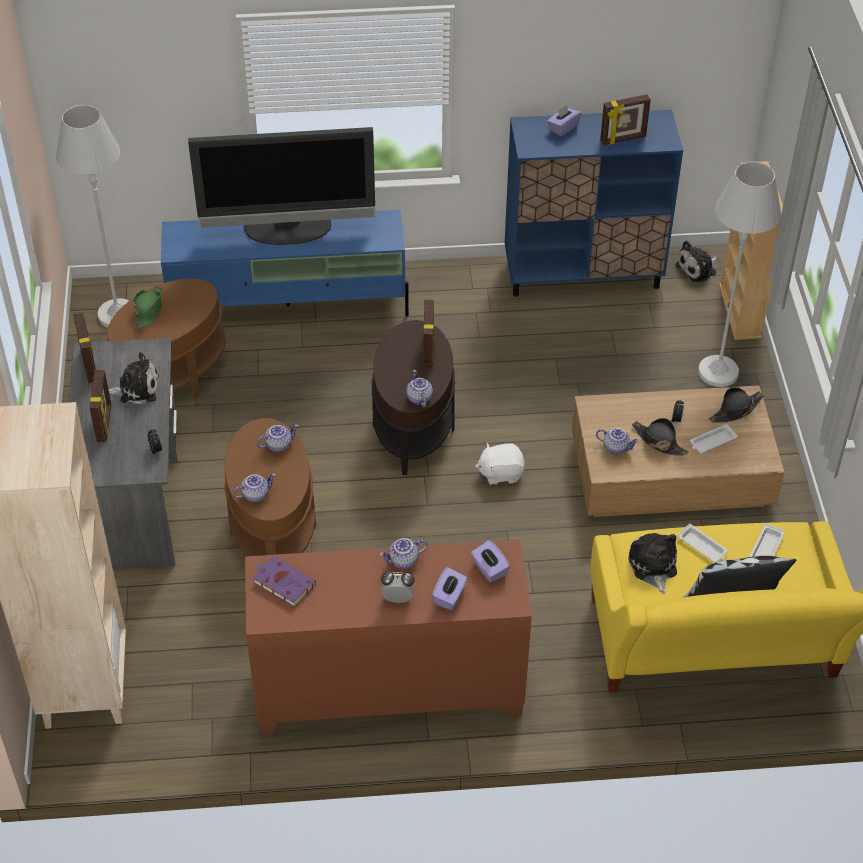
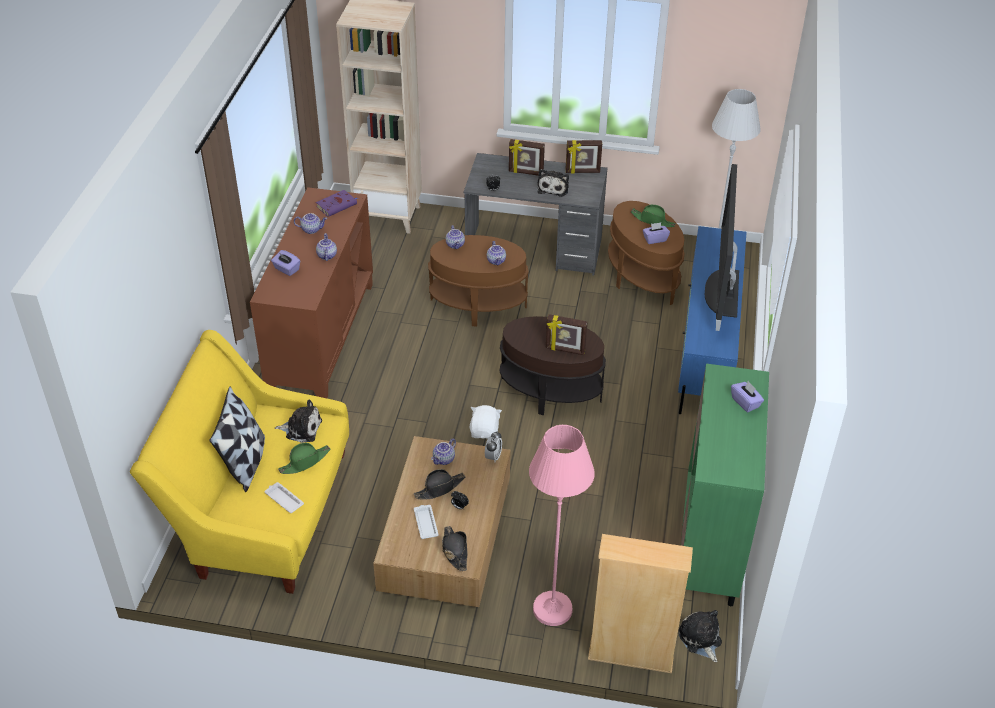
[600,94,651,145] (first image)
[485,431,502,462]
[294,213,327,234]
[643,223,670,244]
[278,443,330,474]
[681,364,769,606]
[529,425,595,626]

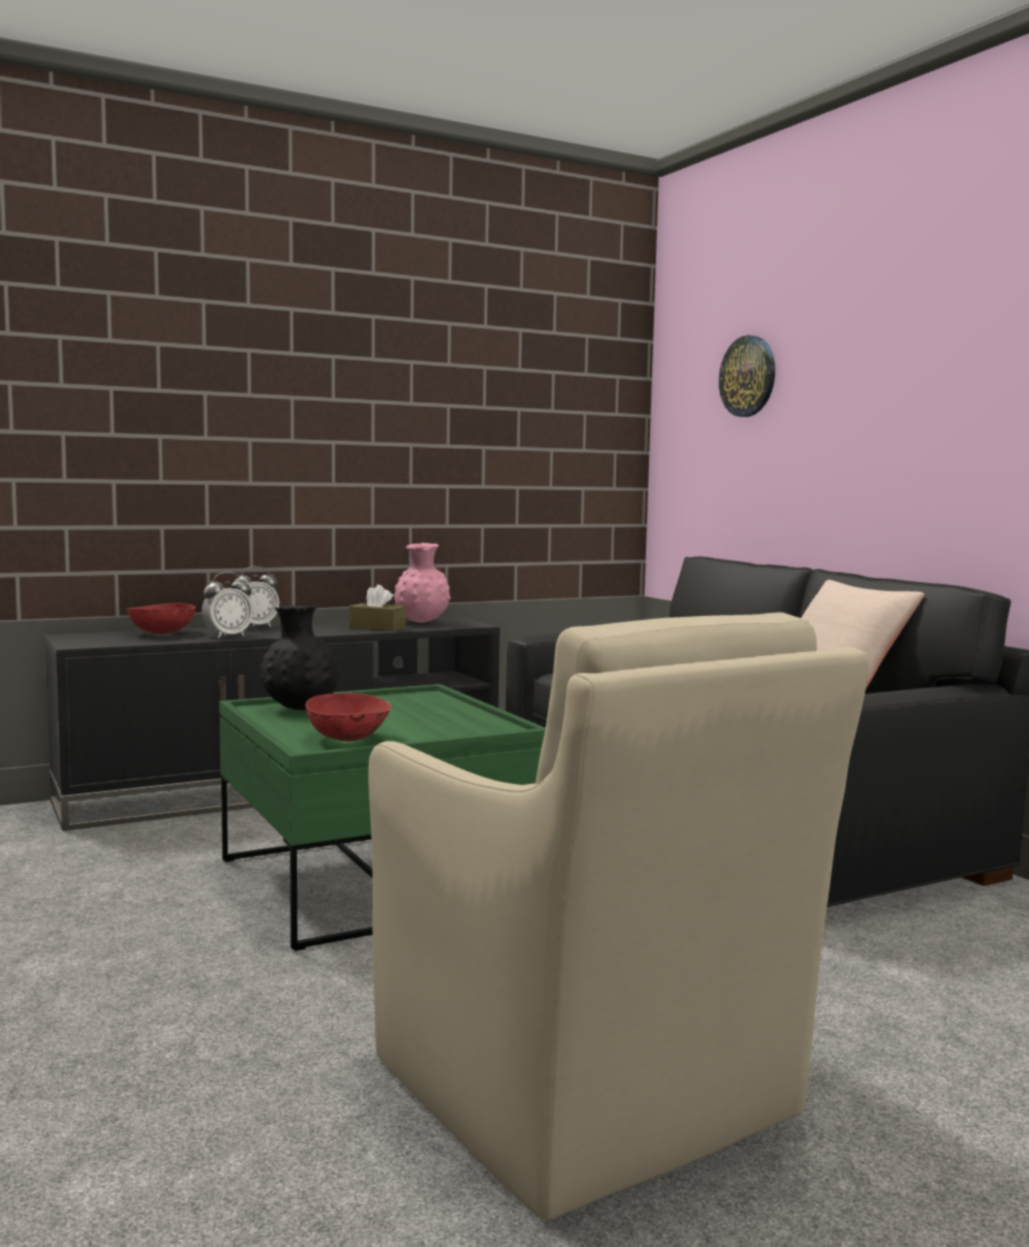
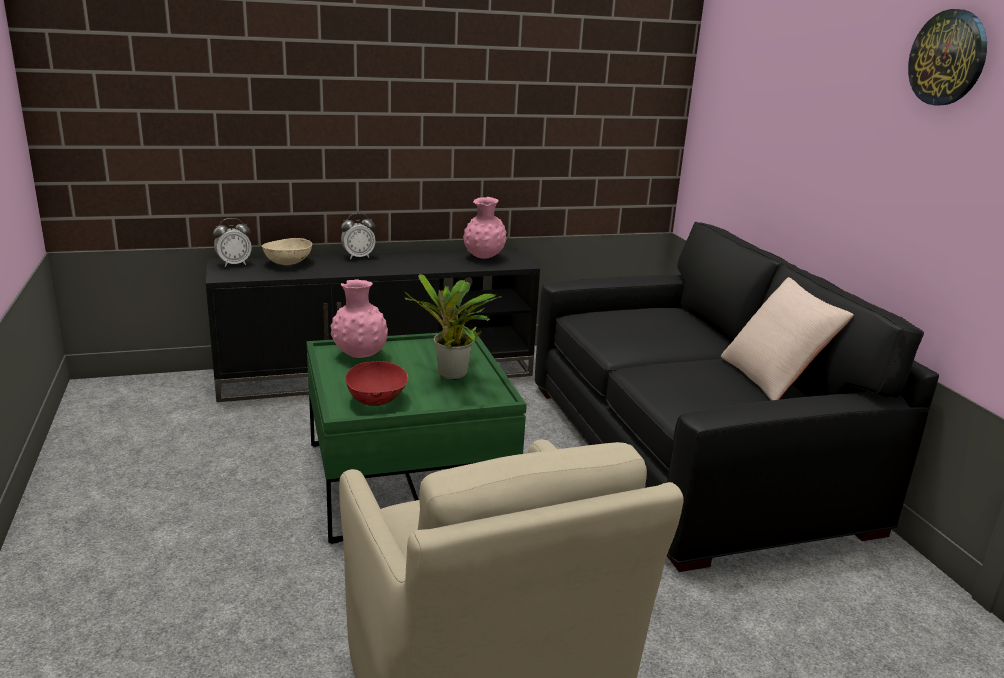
[349,585,406,631] (first image)
[404,274,502,380]
[213,218,252,267]
[908,9,987,105]
[262,238,312,265]
[330,279,388,358]

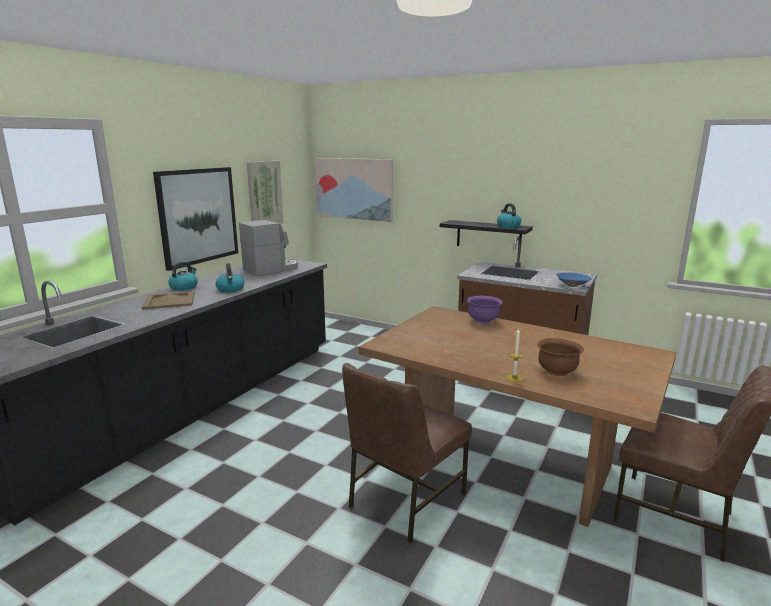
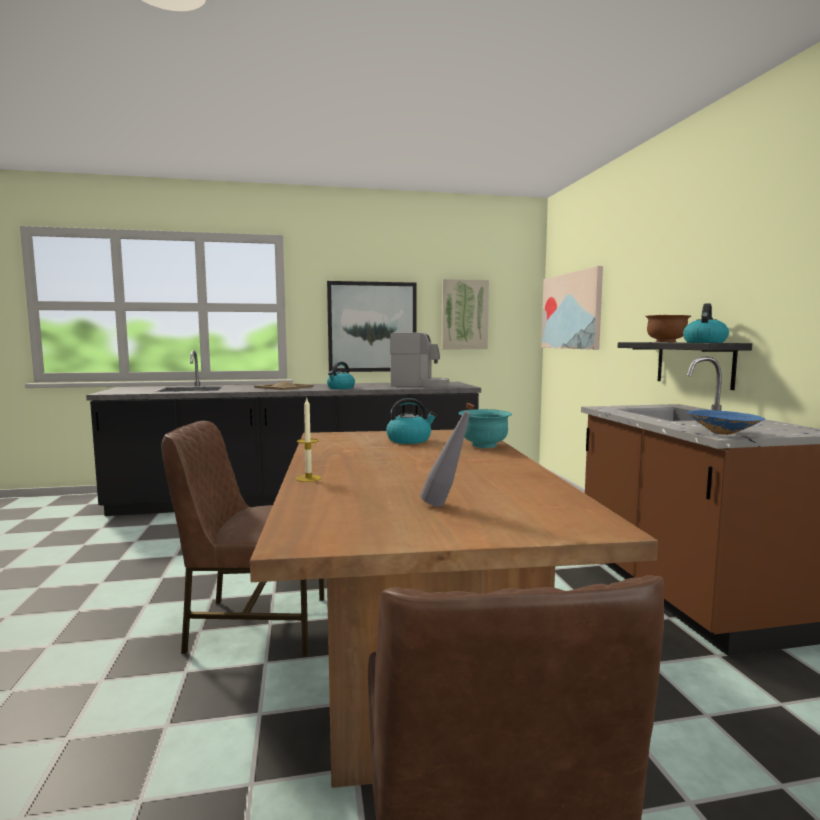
[420,403,474,507]
[386,398,437,444]
[645,315,691,342]
[459,409,512,448]

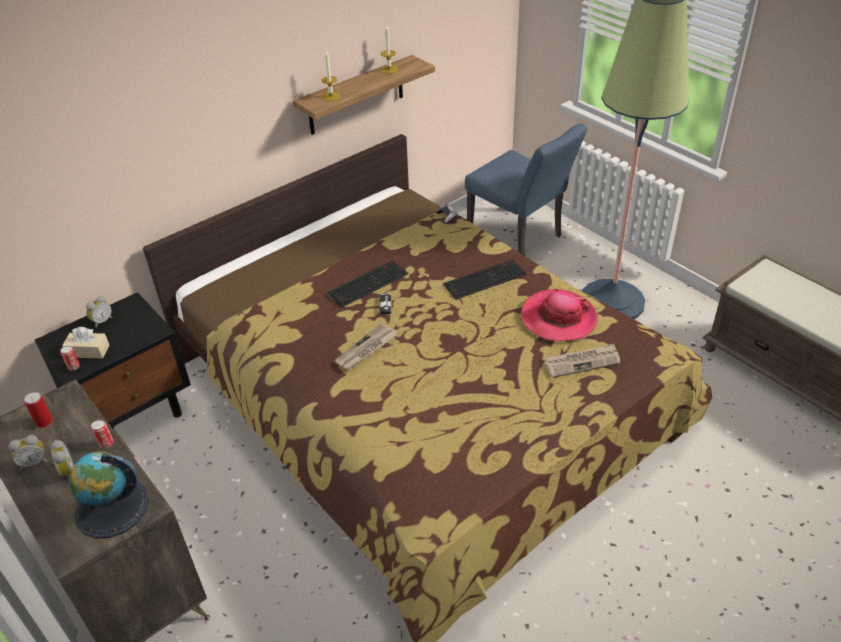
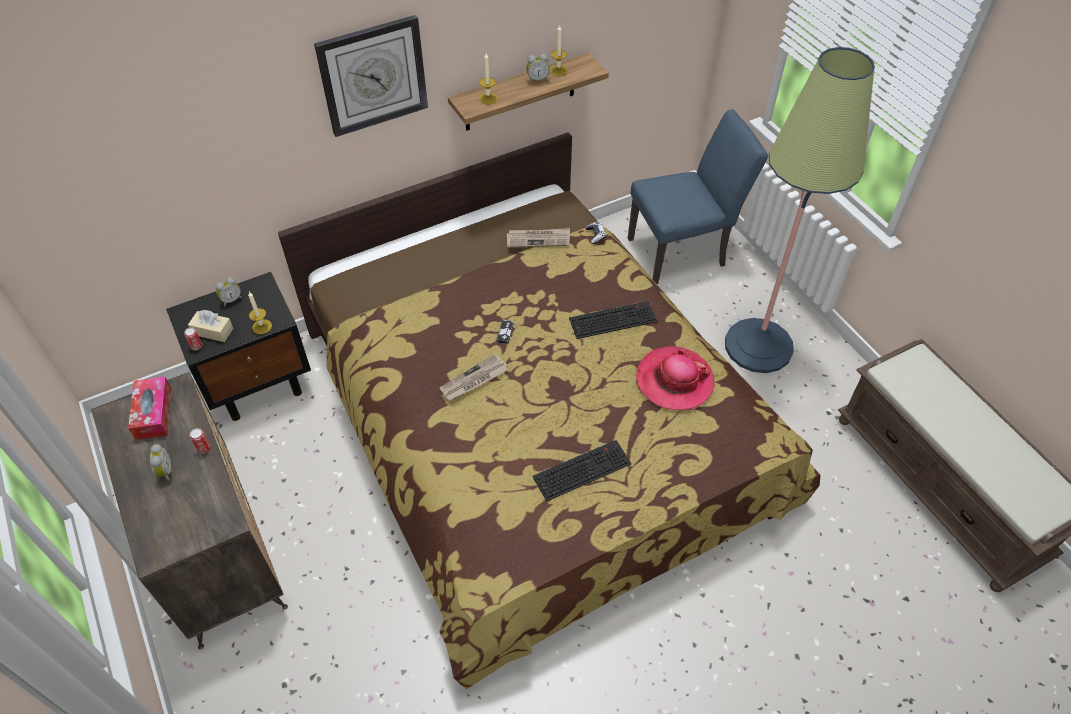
[69,451,149,538] (first image)
[248,292,272,334]
[314,15,428,137]
[526,54,549,83]
[533,440,631,501]
[507,228,570,248]
[128,376,172,440]
[628,109,768,284]

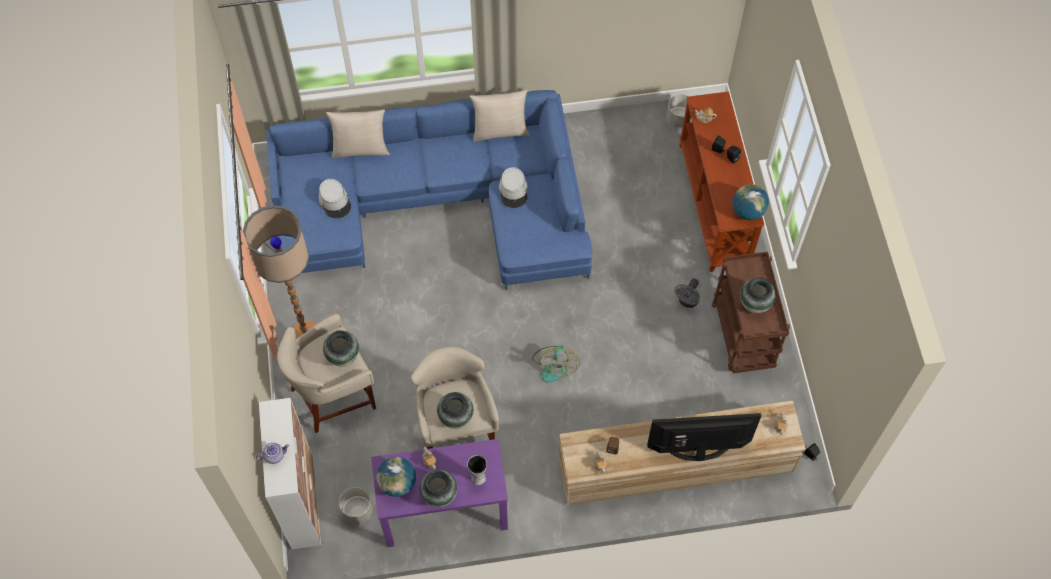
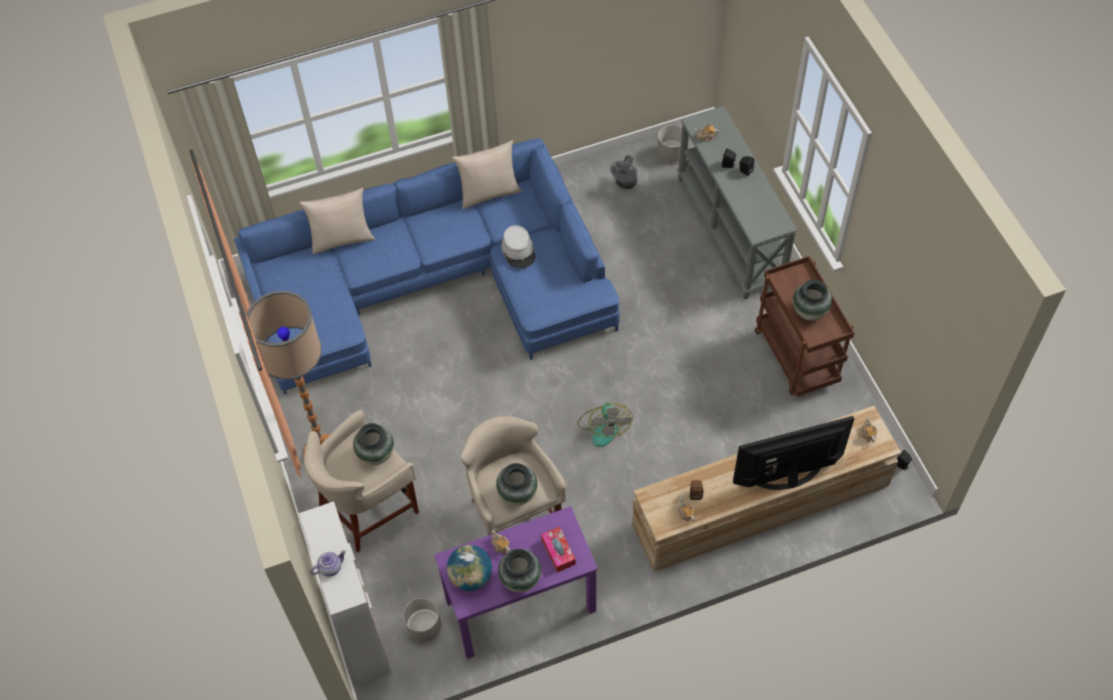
[319,179,351,218] (first image)
[732,184,769,220] (first image)
[610,155,637,189]
[541,527,576,572]
[678,106,798,300]

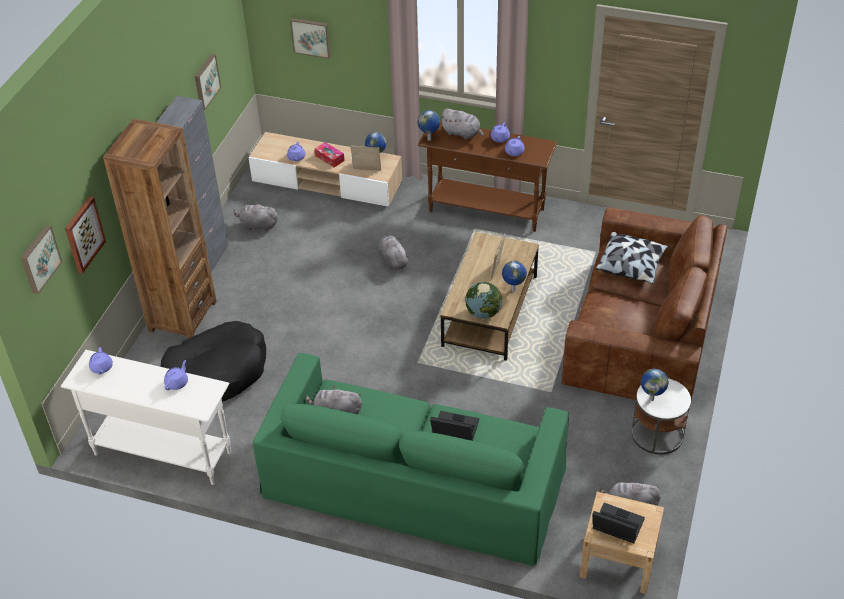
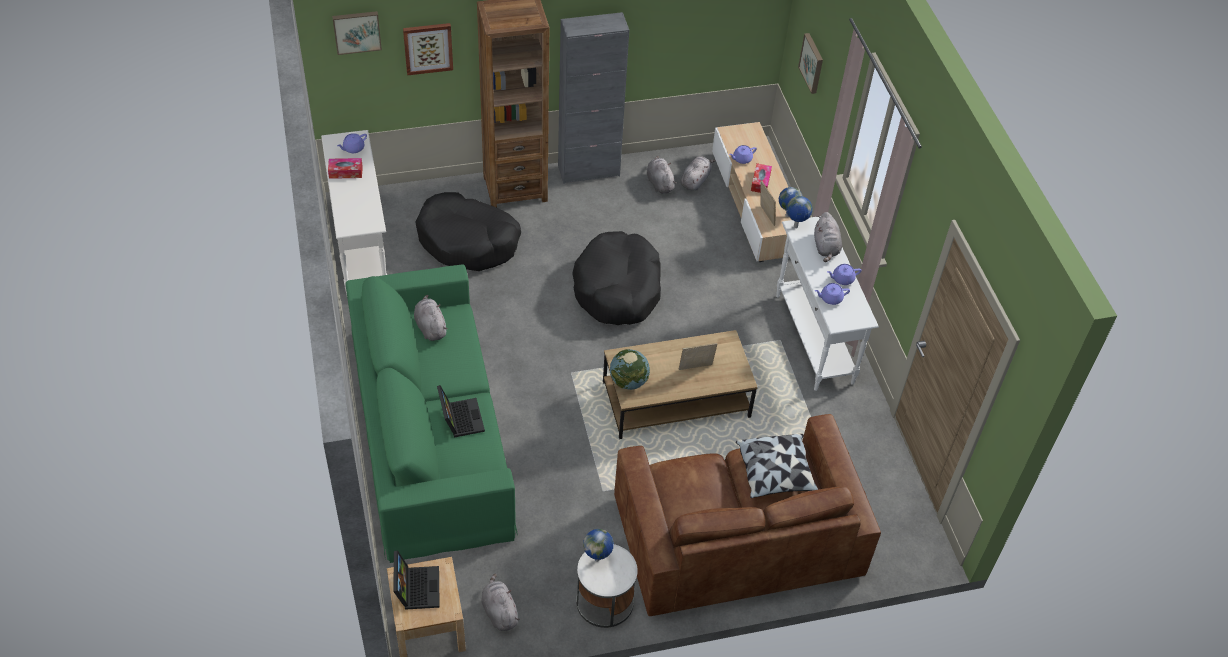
[164,360,188,390] (first image)
[195,54,221,110] (first image)
[502,261,527,292] (first image)
[328,158,363,179]
[572,231,661,325]
[681,156,716,191]
[776,216,879,391]

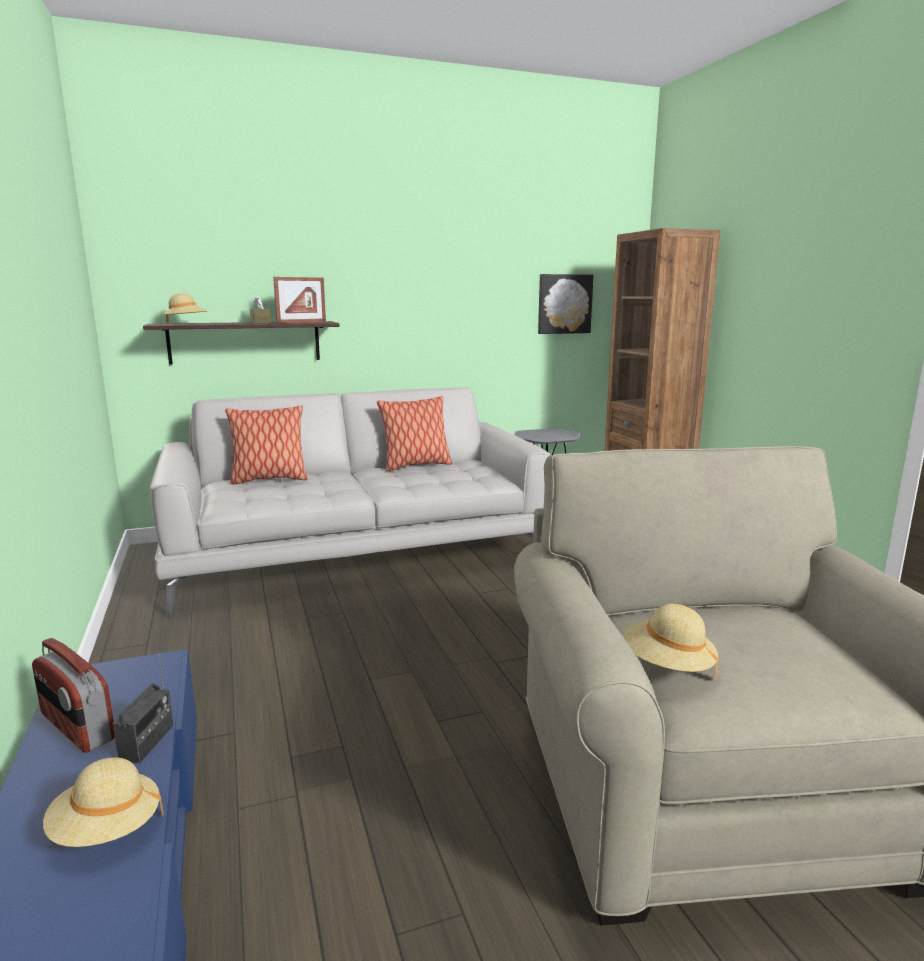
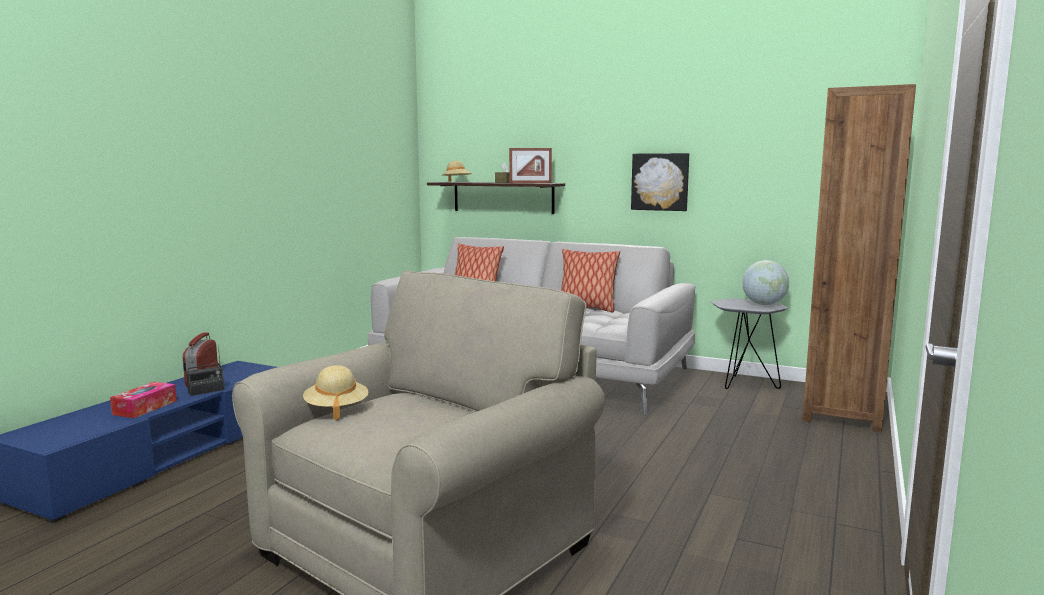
[742,260,789,305]
[631,153,689,211]
[110,382,177,418]

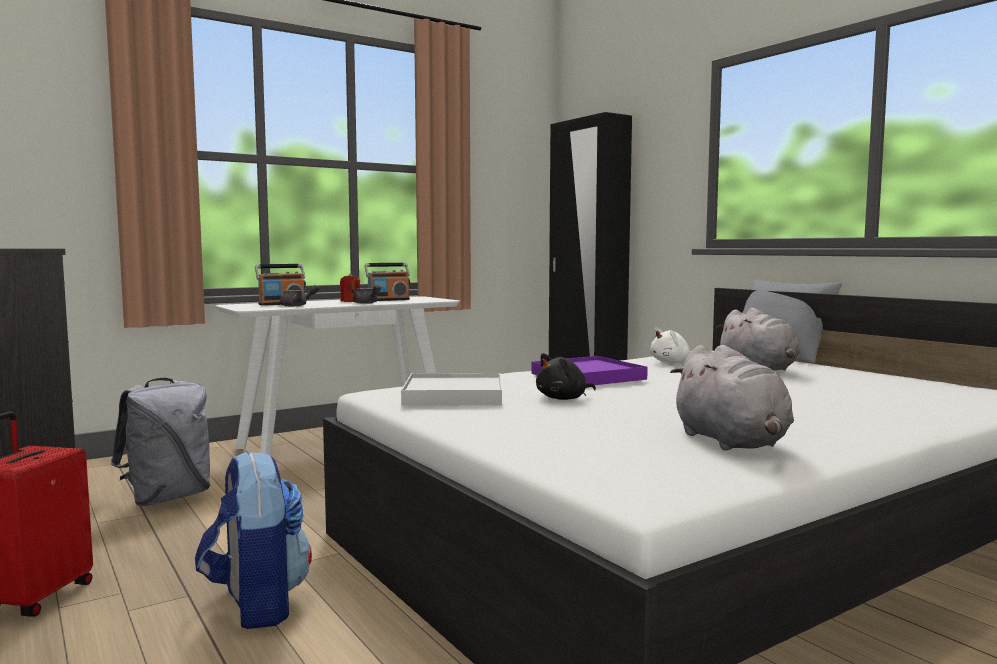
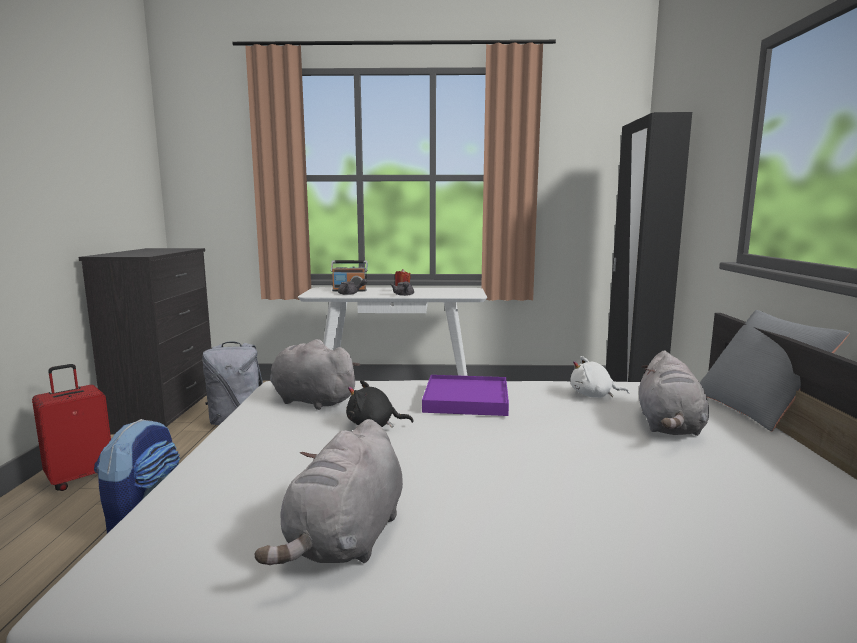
[365,263,410,301] (first image)
[270,339,360,410]

